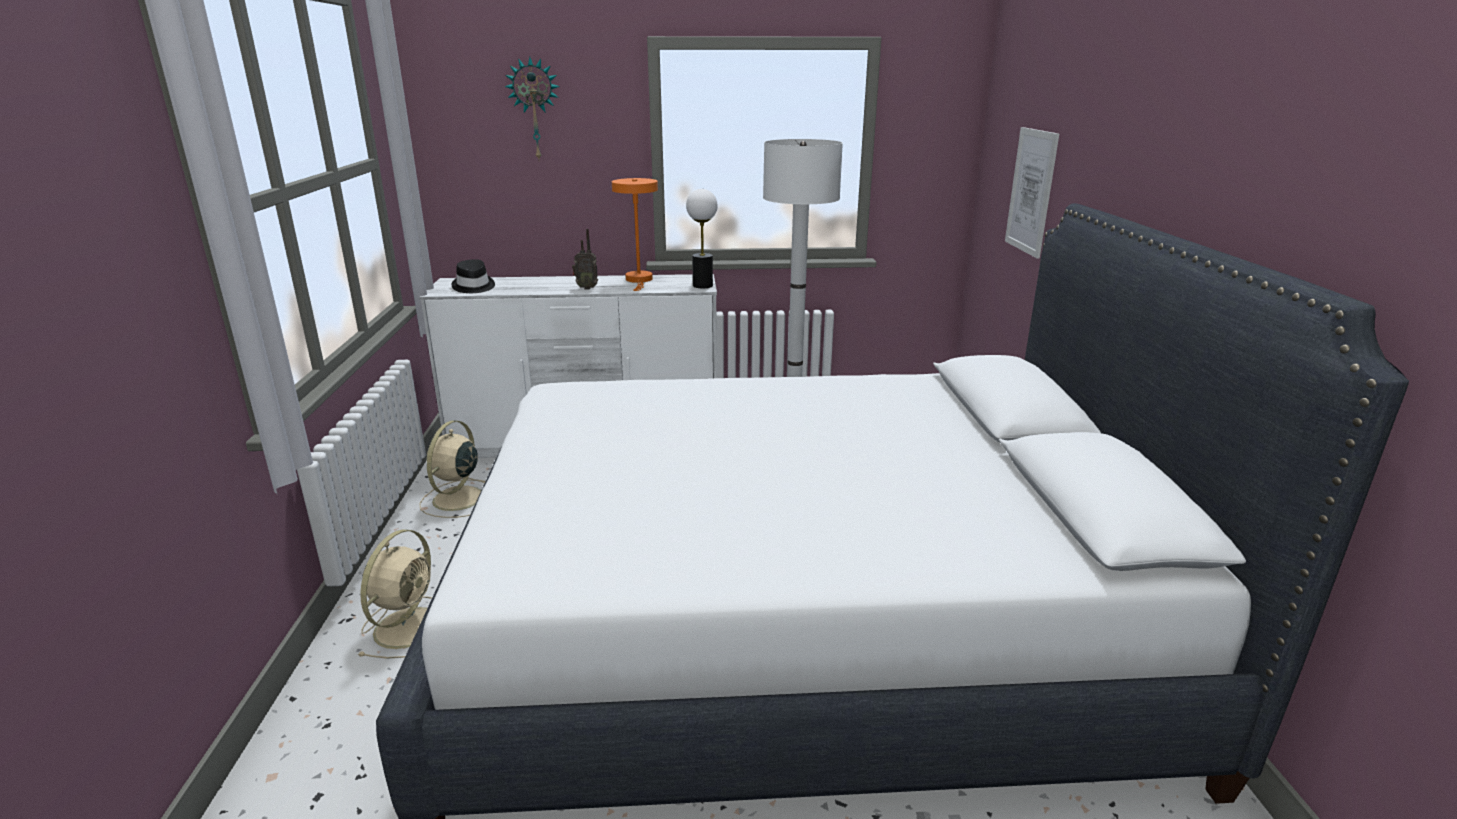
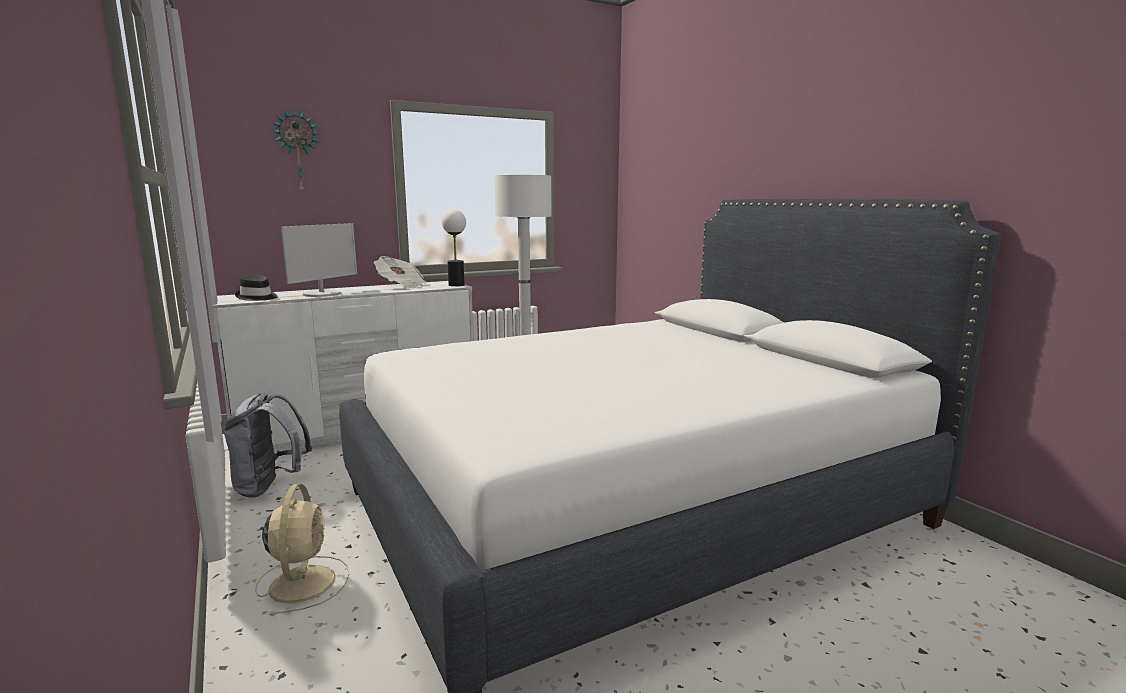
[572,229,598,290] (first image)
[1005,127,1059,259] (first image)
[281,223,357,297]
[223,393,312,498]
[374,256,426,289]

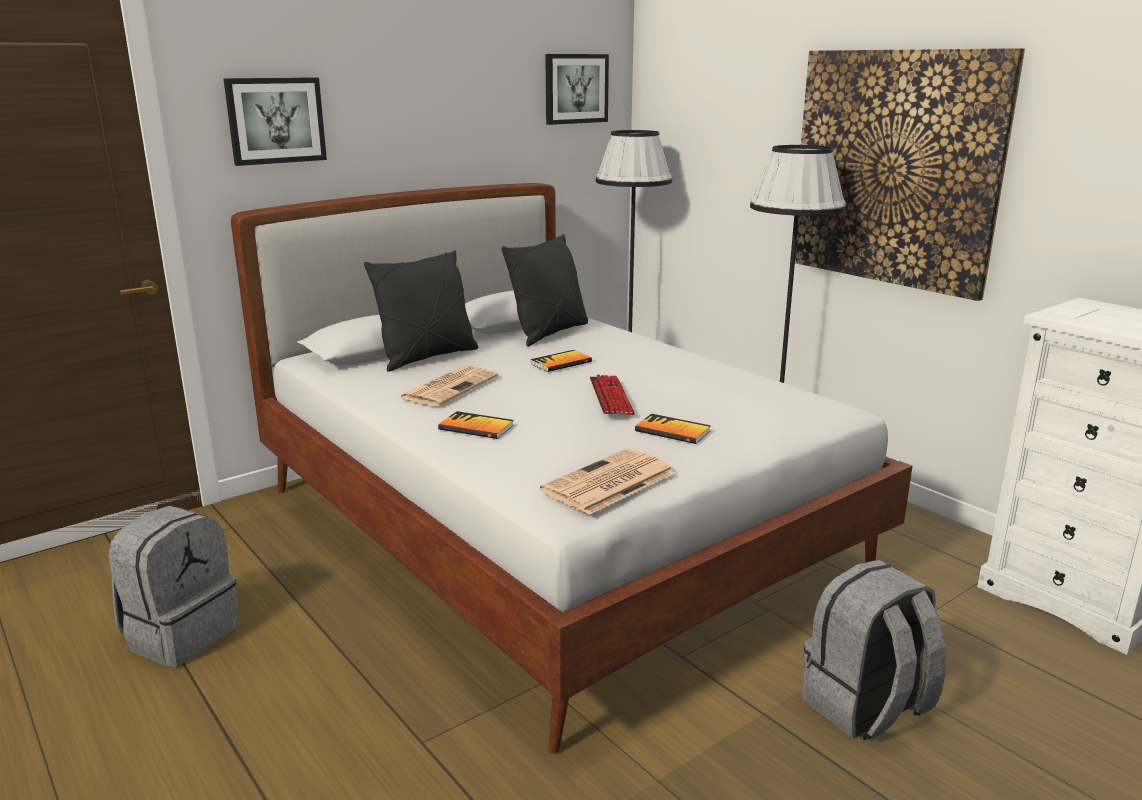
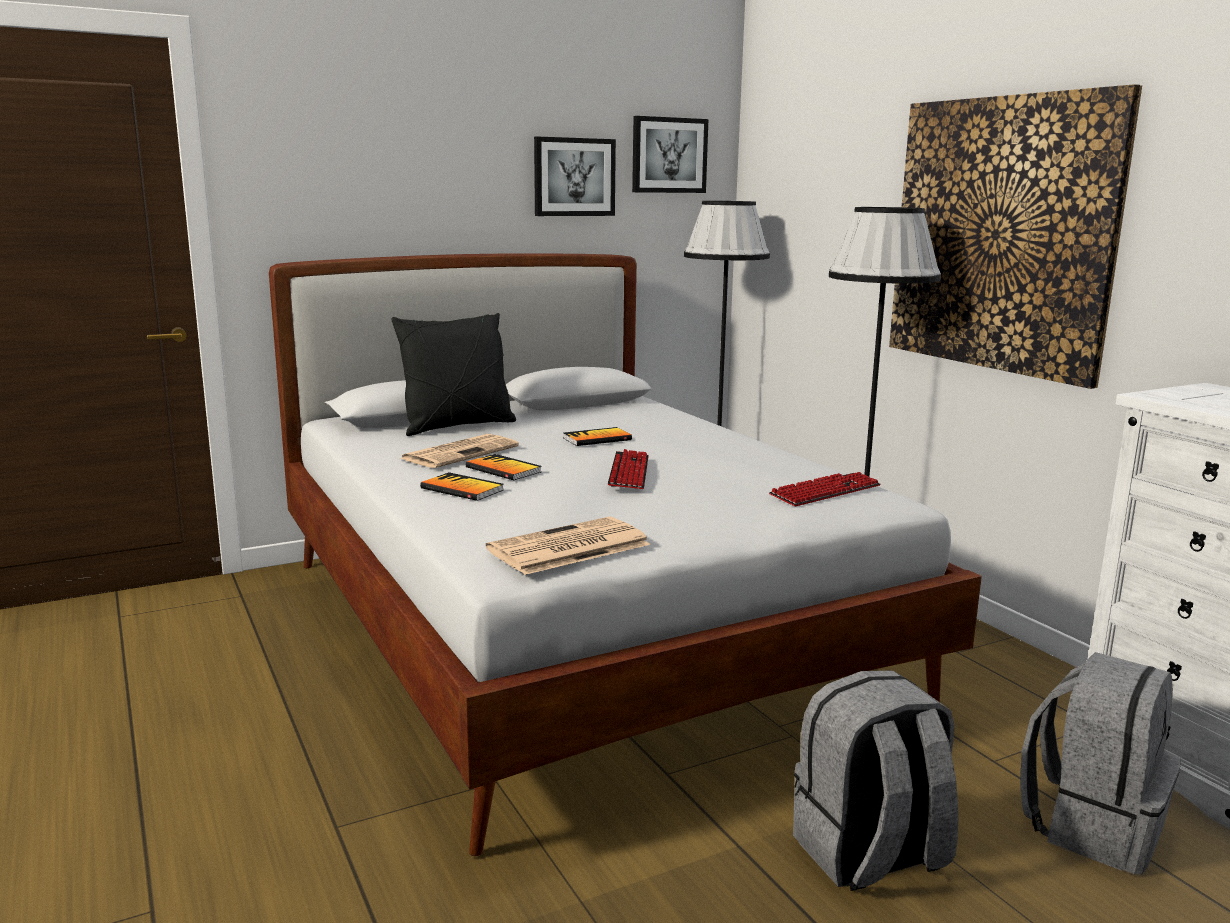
[501,234,588,346] (first image)
[769,472,881,506]
[1020,652,1181,874]
[534,136,616,216]
[466,454,542,480]

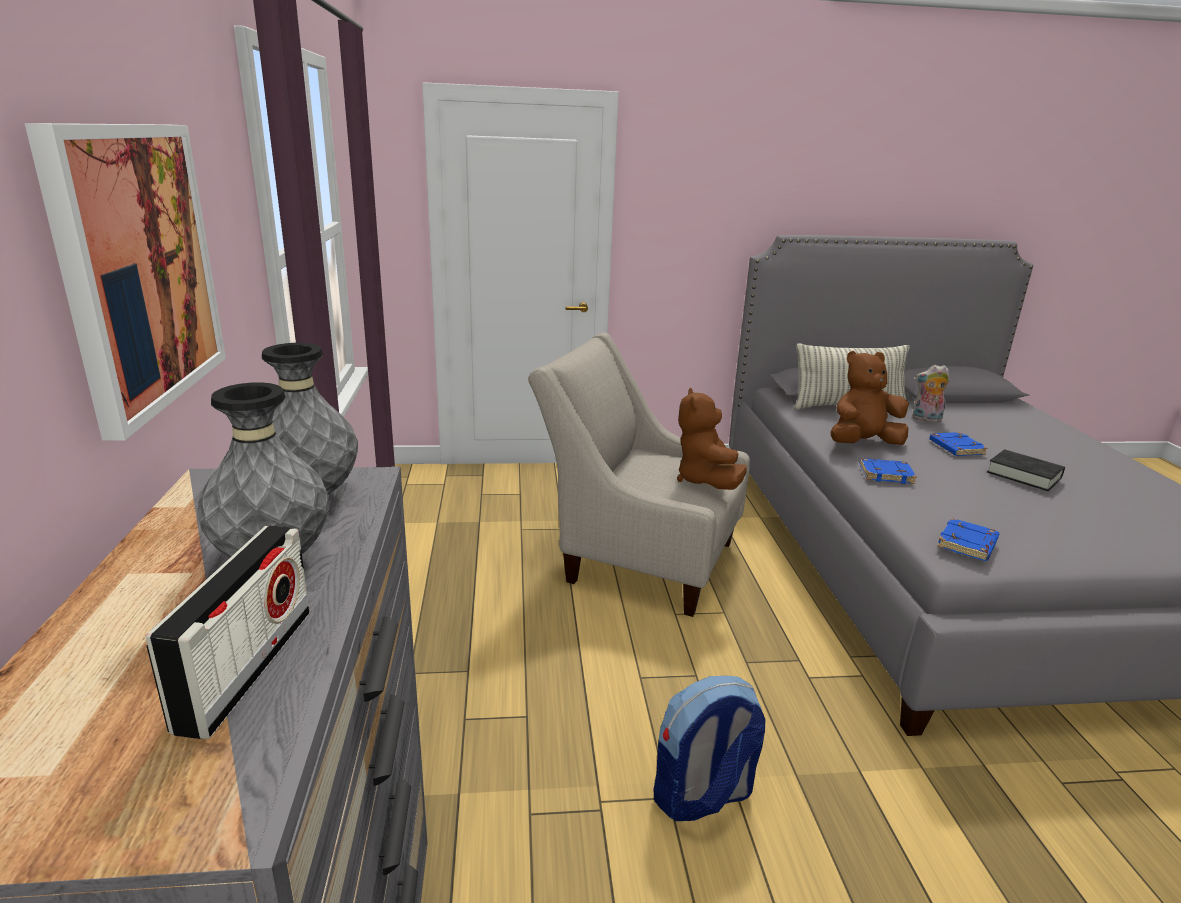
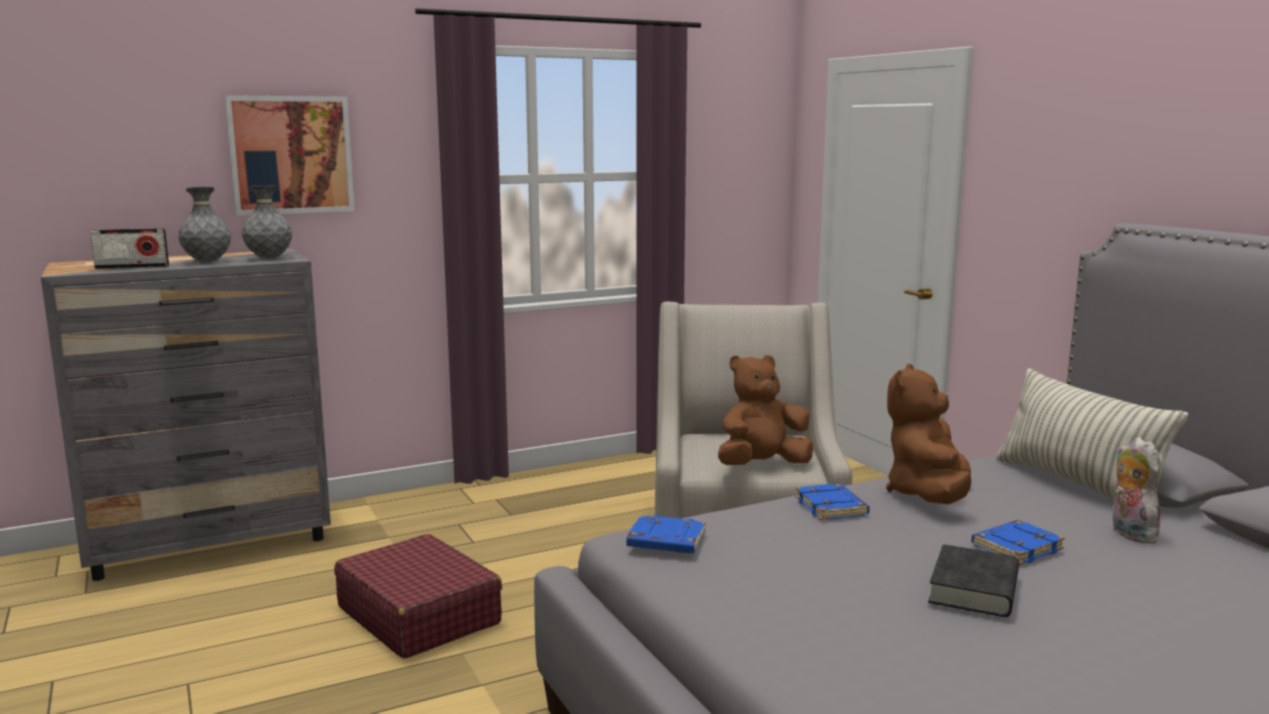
[334,534,502,659]
[886,364,971,504]

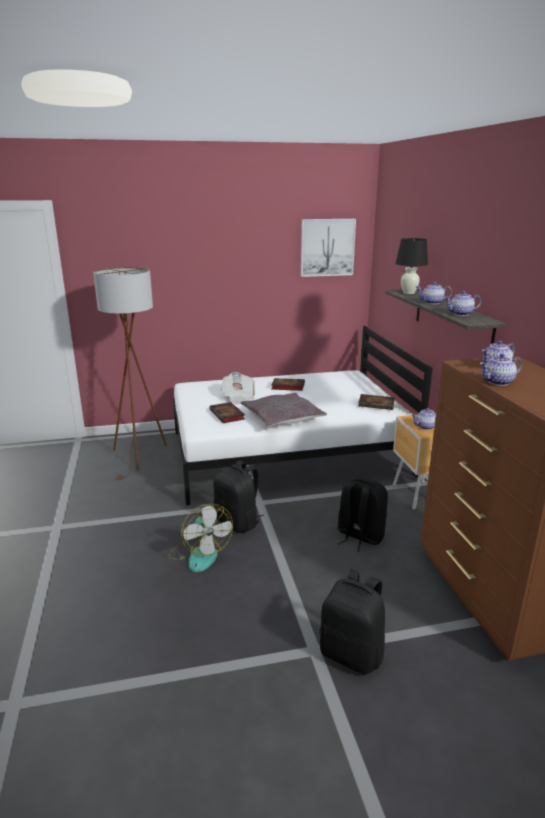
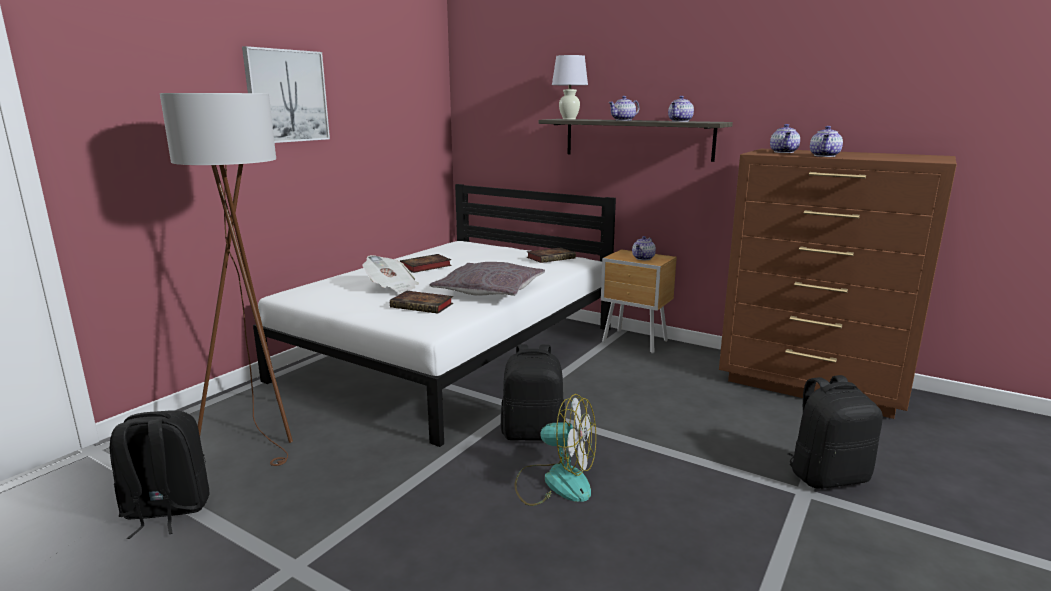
[242,46,330,143]
[109,410,210,539]
[552,55,588,120]

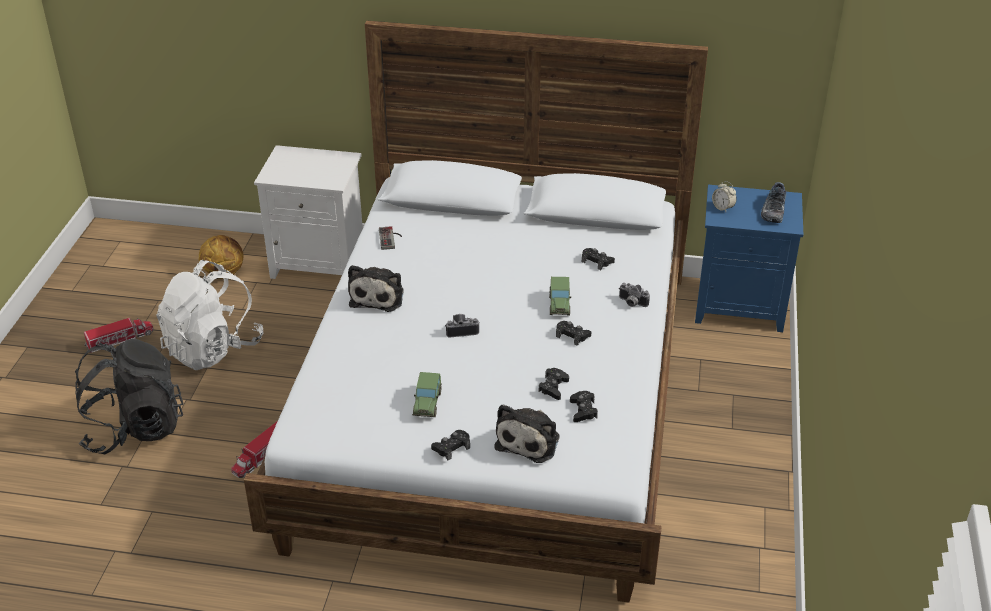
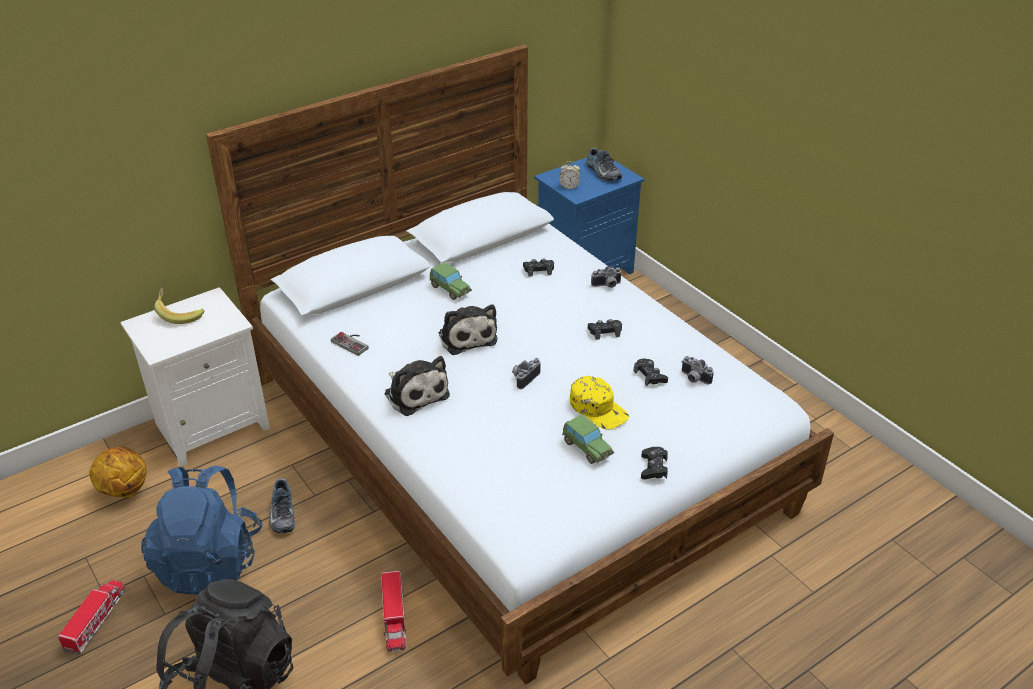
[154,286,204,324]
[269,479,295,533]
[570,376,629,429]
[439,304,498,355]
[429,262,472,300]
[681,356,714,384]
[141,466,263,595]

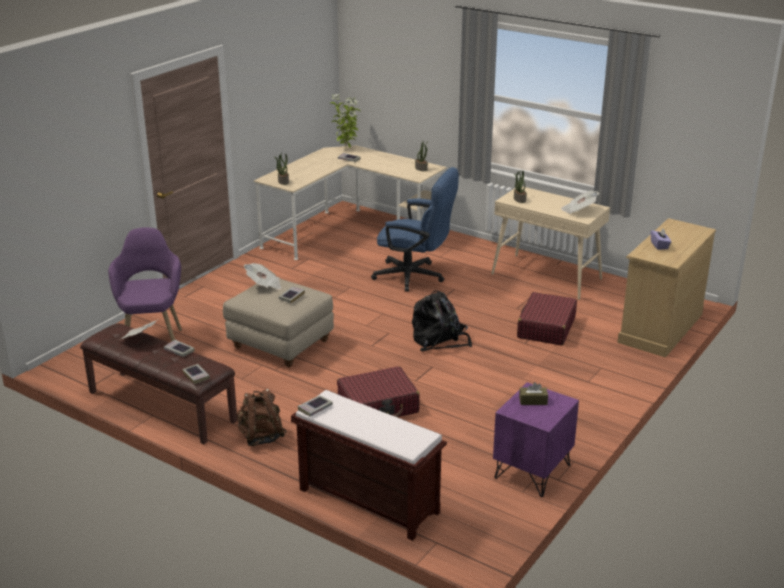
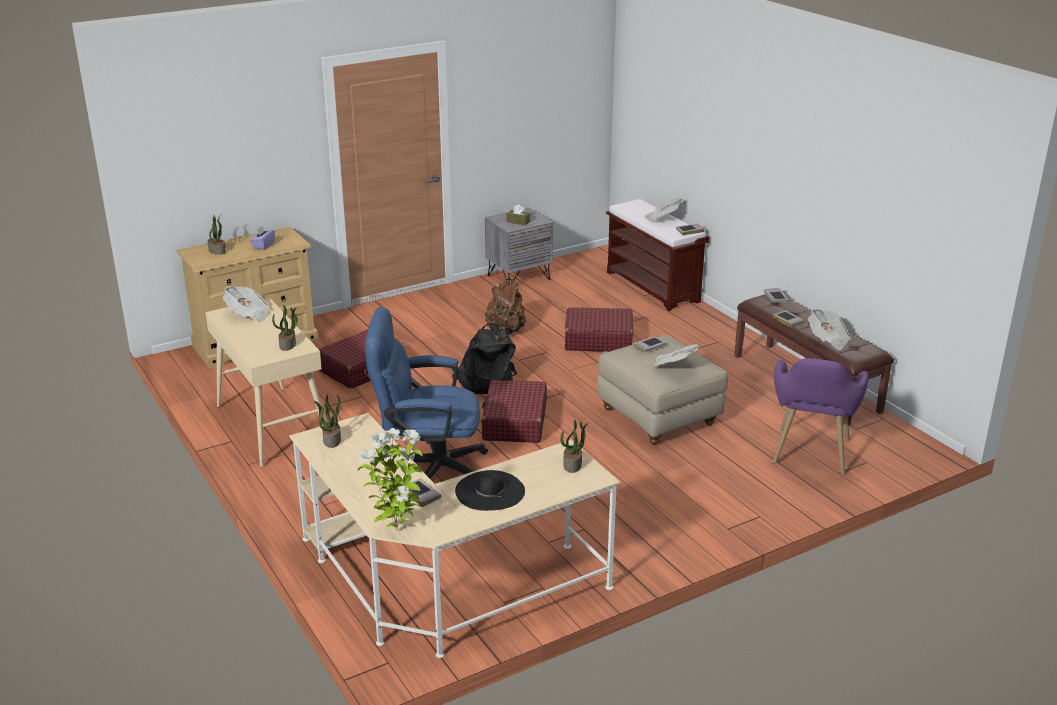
[208,215,226,255]
[455,470,525,511]
[481,380,547,443]
[644,198,683,222]
[485,279,526,335]
[485,208,553,285]
[365,307,488,479]

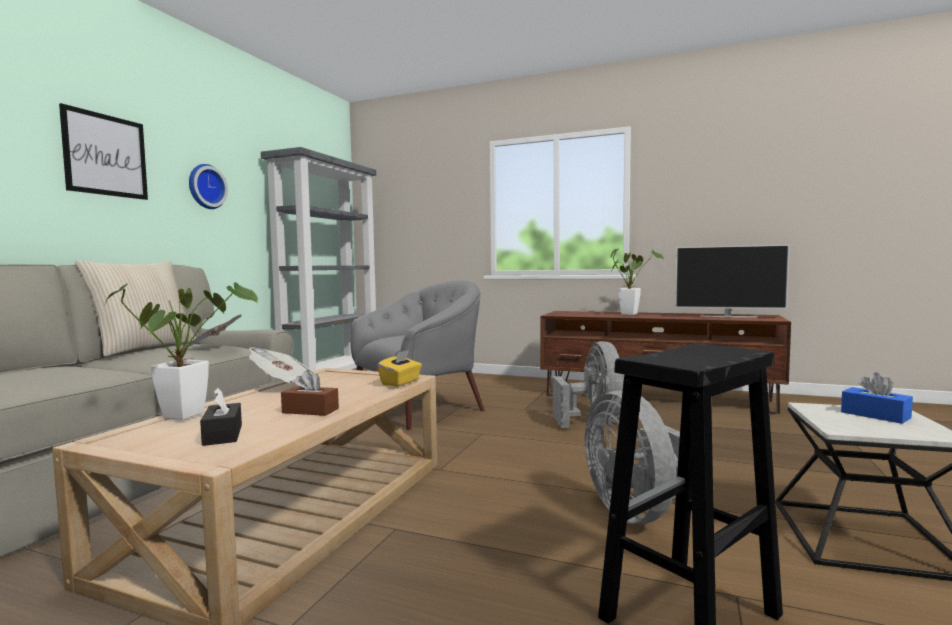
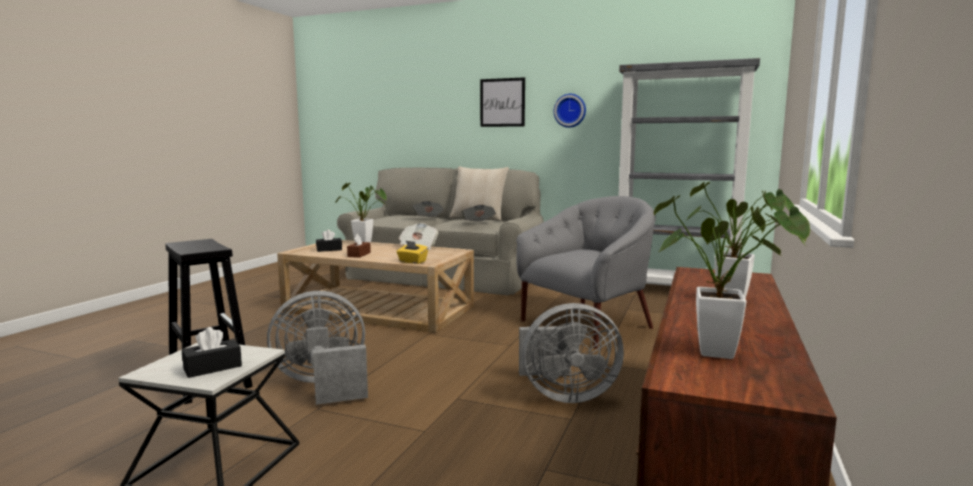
[411,201,445,217]
[654,196,810,359]
[182,327,242,378]
[516,196,656,349]

